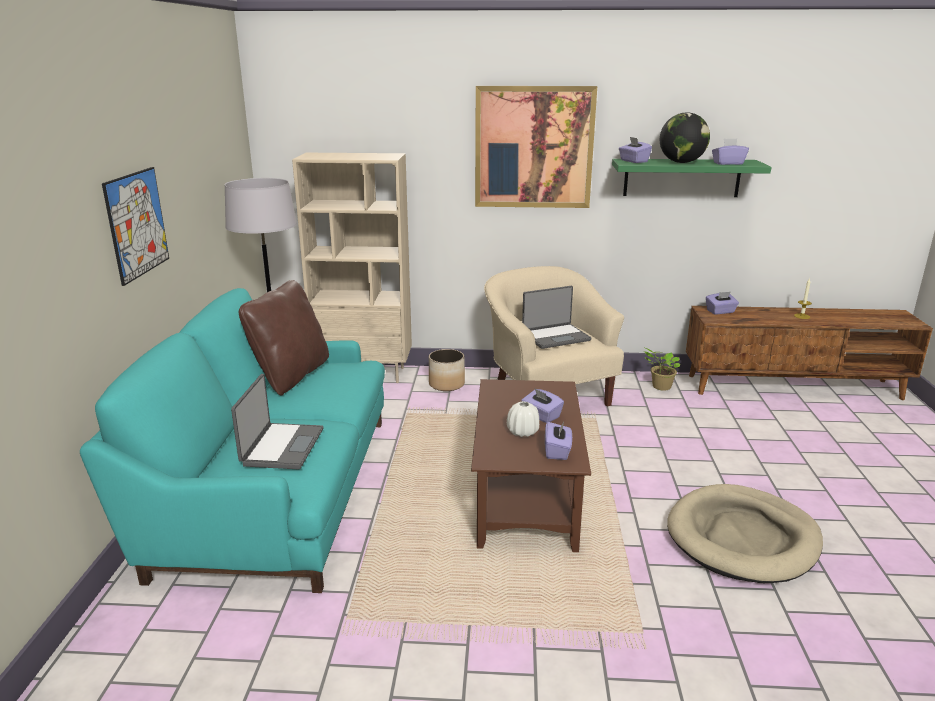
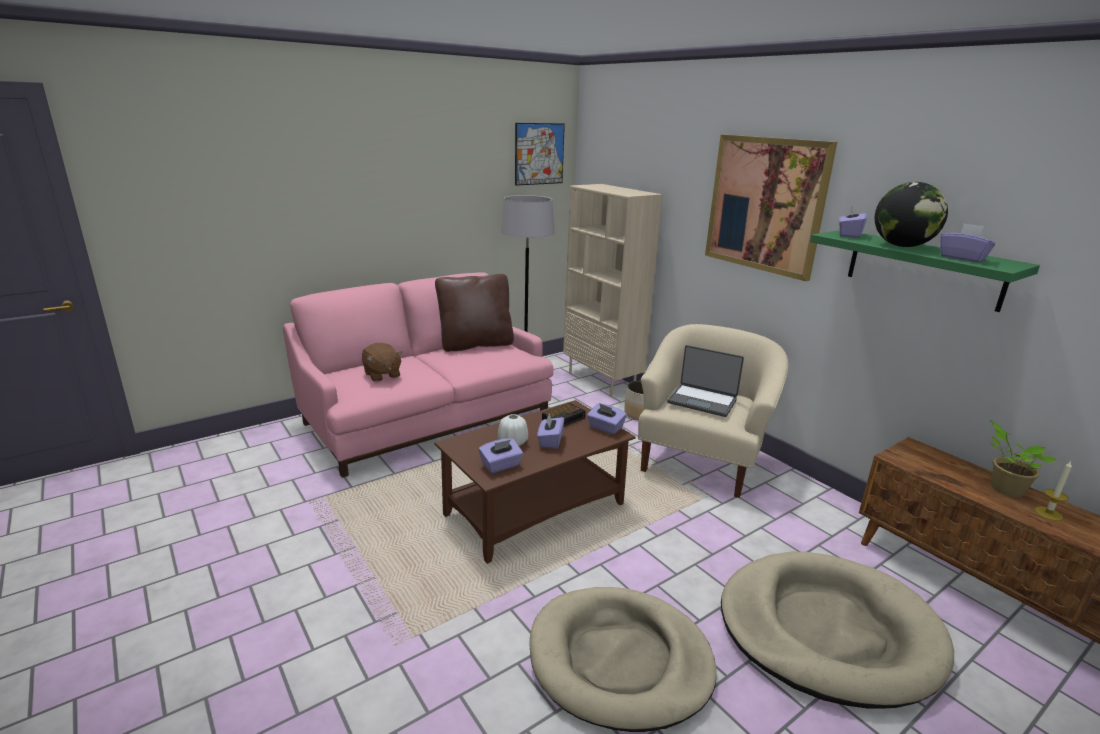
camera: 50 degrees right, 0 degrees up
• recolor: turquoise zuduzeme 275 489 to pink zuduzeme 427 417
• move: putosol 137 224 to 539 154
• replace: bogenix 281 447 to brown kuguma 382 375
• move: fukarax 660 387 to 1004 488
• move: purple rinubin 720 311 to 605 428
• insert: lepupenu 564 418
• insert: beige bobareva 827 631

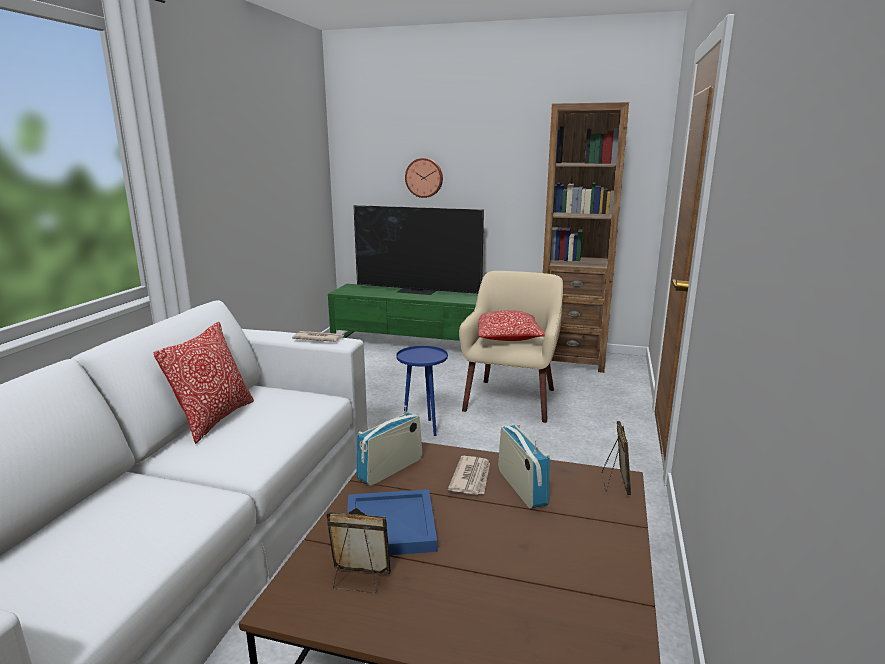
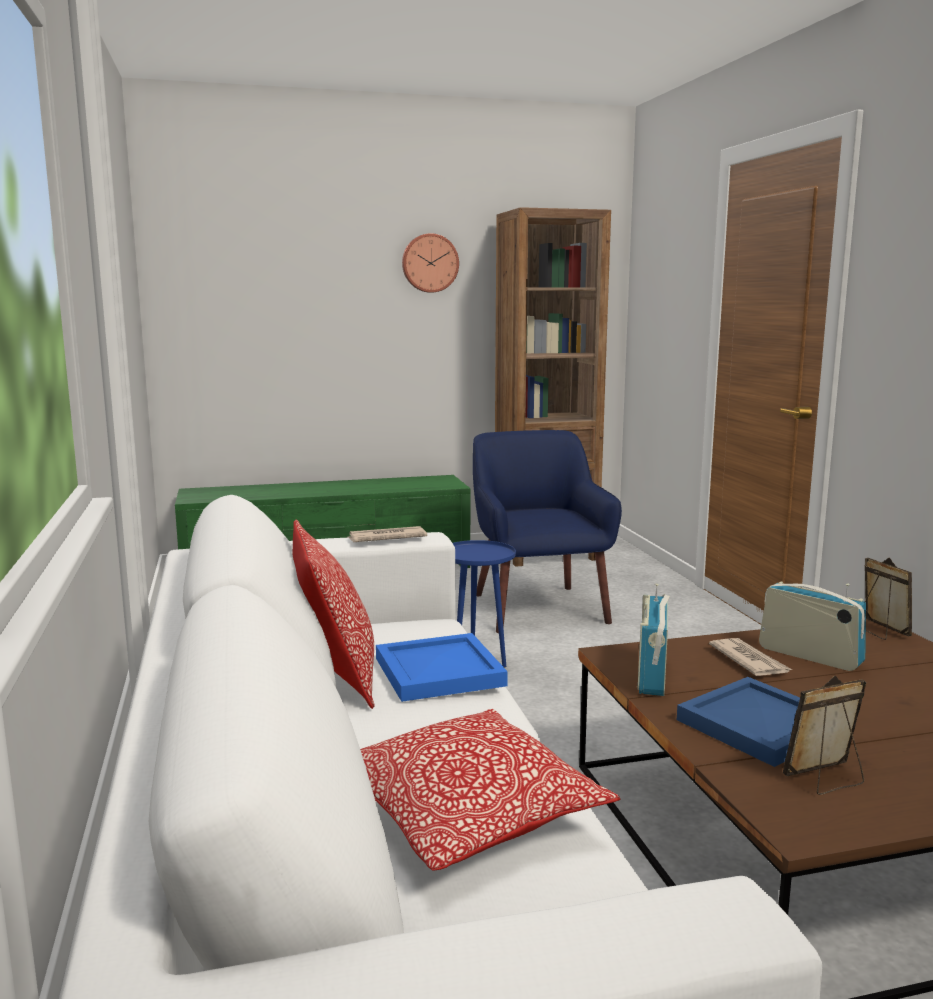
camera: 30 degrees left, 5 degrees down
• delete: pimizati 417 291
• move: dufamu 424 177 to 430 263
• recolor: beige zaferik 511 399 to blue zaferik 537 607
• move: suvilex 507 337 to 467 813
• insert: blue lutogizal 441 672

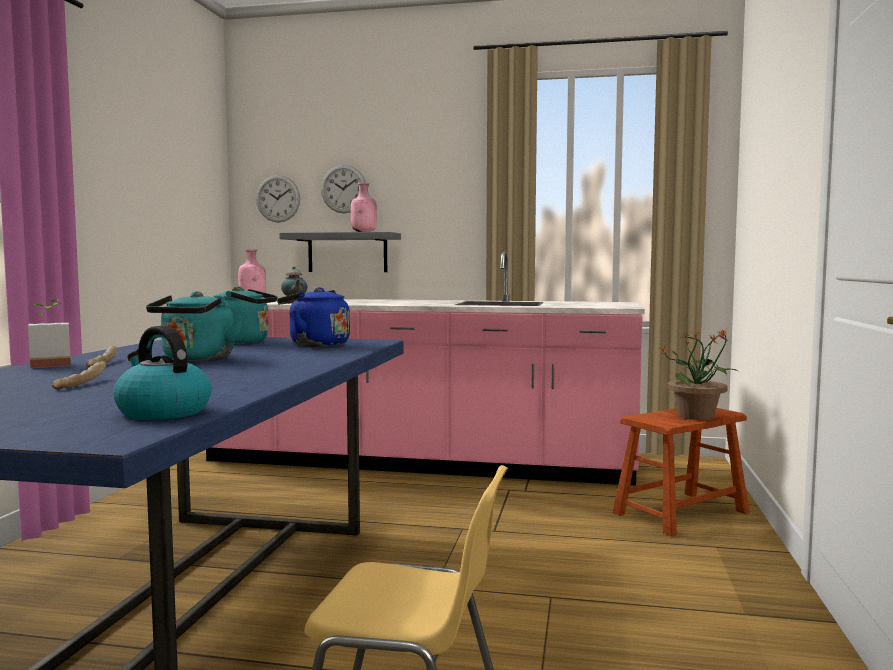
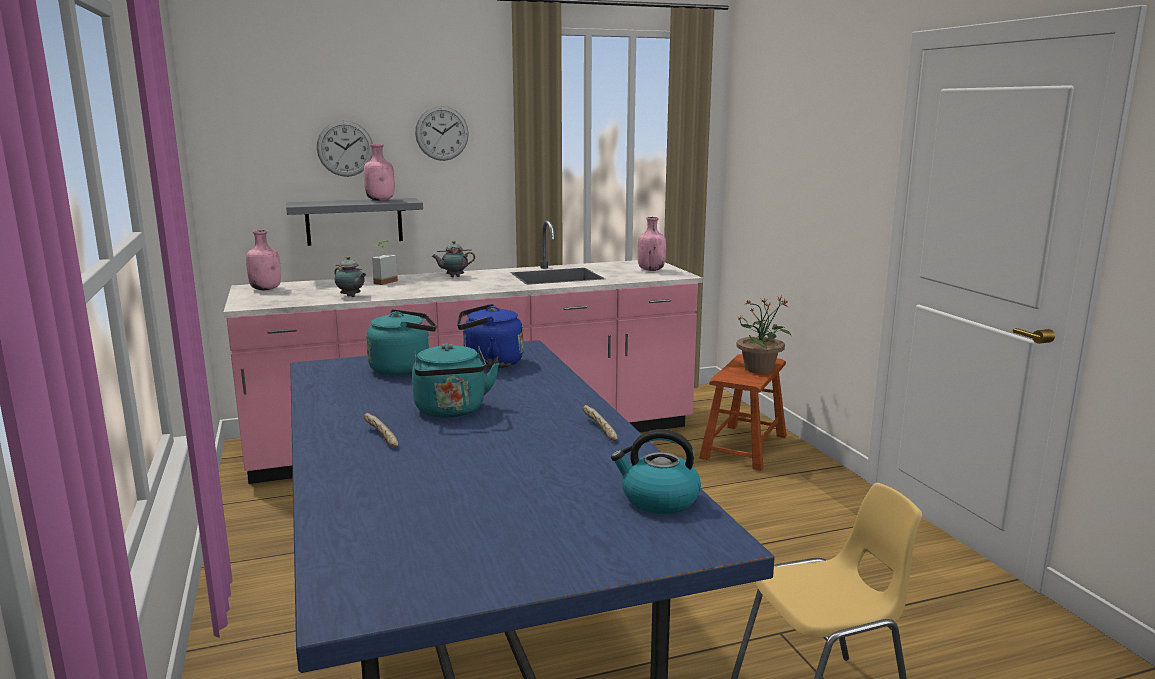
camera: 30 degrees left, 10 degrees up
• move: fukarax 51 364 to 382 282
• move: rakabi 80 383 to 599 430
• move: dufamu 278 198 to 442 133
• insert: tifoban 453 277
• insert: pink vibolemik 650 270

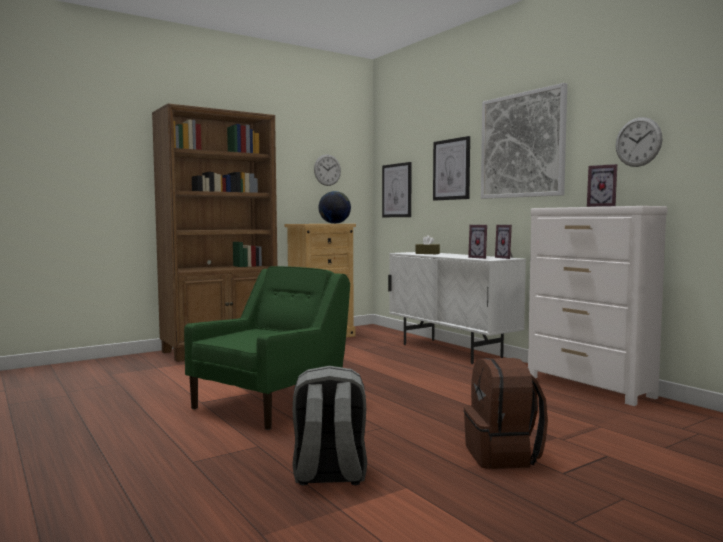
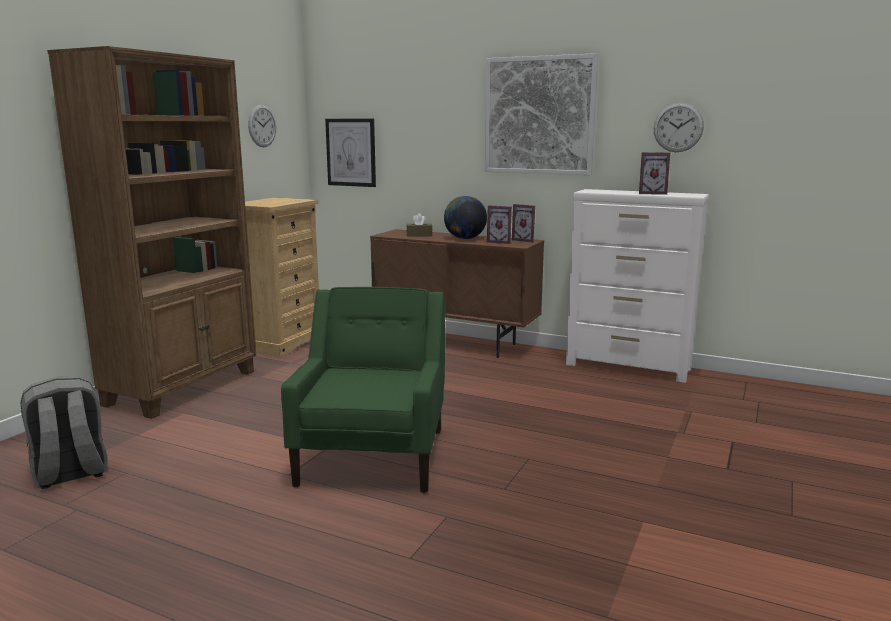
camera: 30 degrees left, 10 degrees up
• move: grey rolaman 329 475 to 70 474
• move: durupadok 334 223 to 465 238
• recolor: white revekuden 451 351 to brown revekuden 455 343
• delete: putosol 451 169
• delete: brown rolaman 503 455

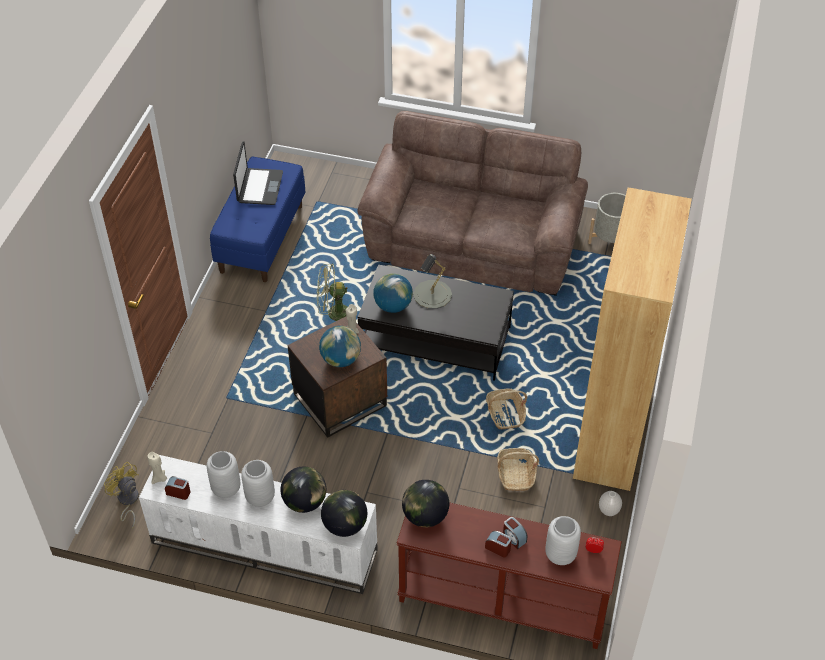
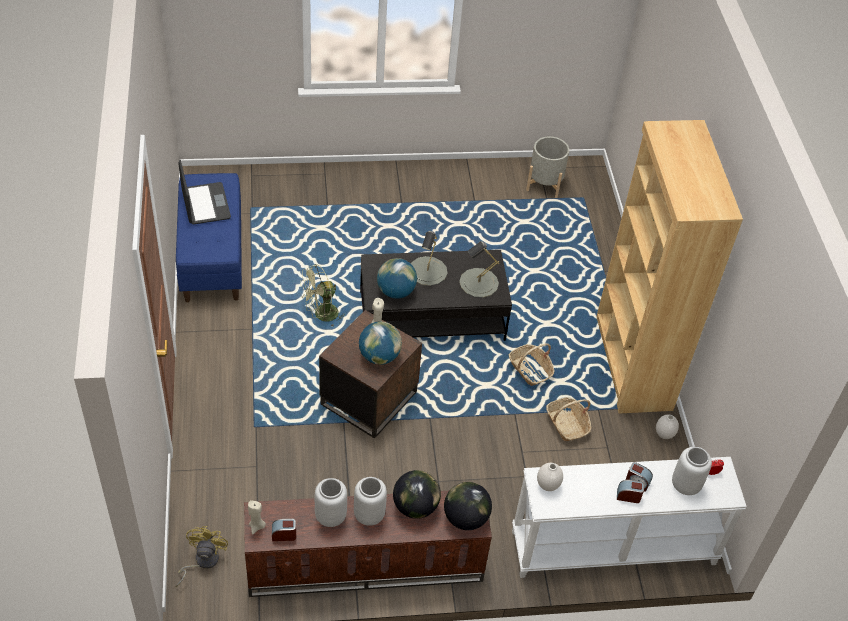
camera: 25 degrees left, 0 degrees up
• rotate: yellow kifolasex 127 501 = 202 561 75 degrees clockwise
• recolor: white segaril 262 547 to brown segaril 364 566
• delete: brown zuduzeme 473 242
• recolor: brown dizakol 501 602 to white dizakol 613 549
• replace: durupadok 425 516 to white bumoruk 547 485
• insert: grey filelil 478 283

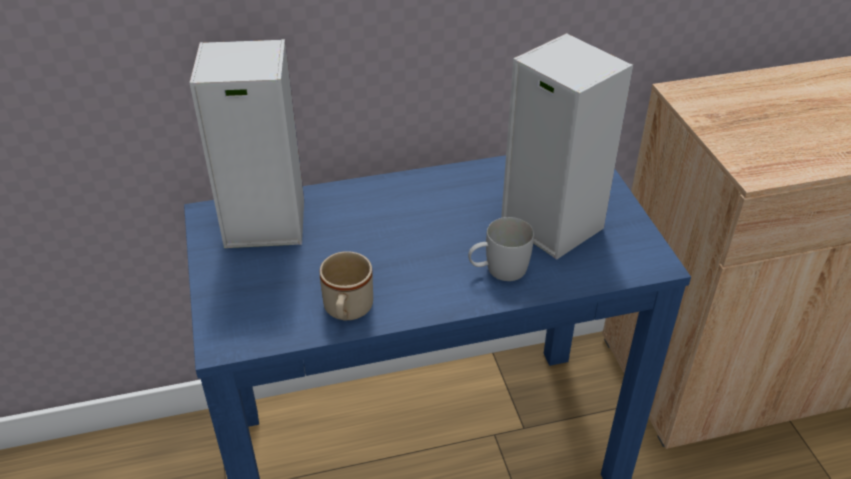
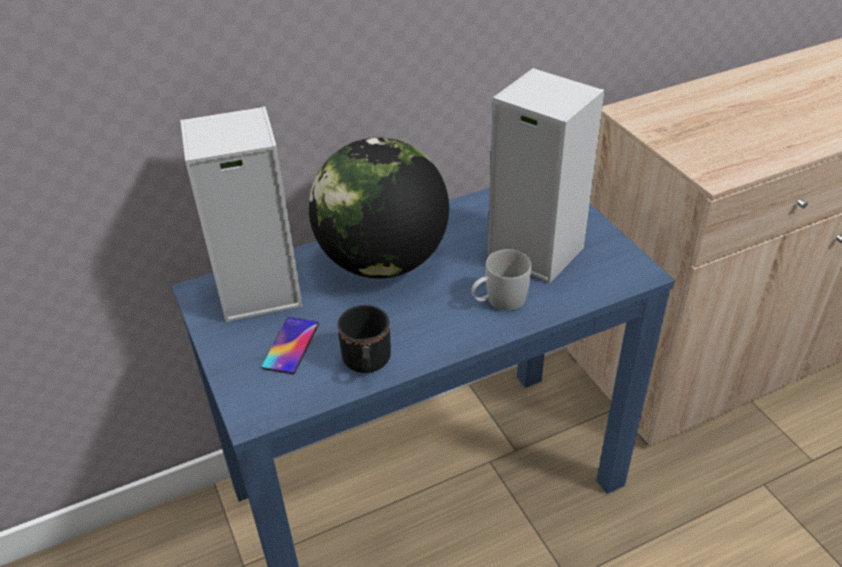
camera: 10 degrees left, 0 degrees up
• recolor: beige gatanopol 347 311 to black gatanopol 367 364
• insert: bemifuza 291 345
• insert: durupadok 383 262

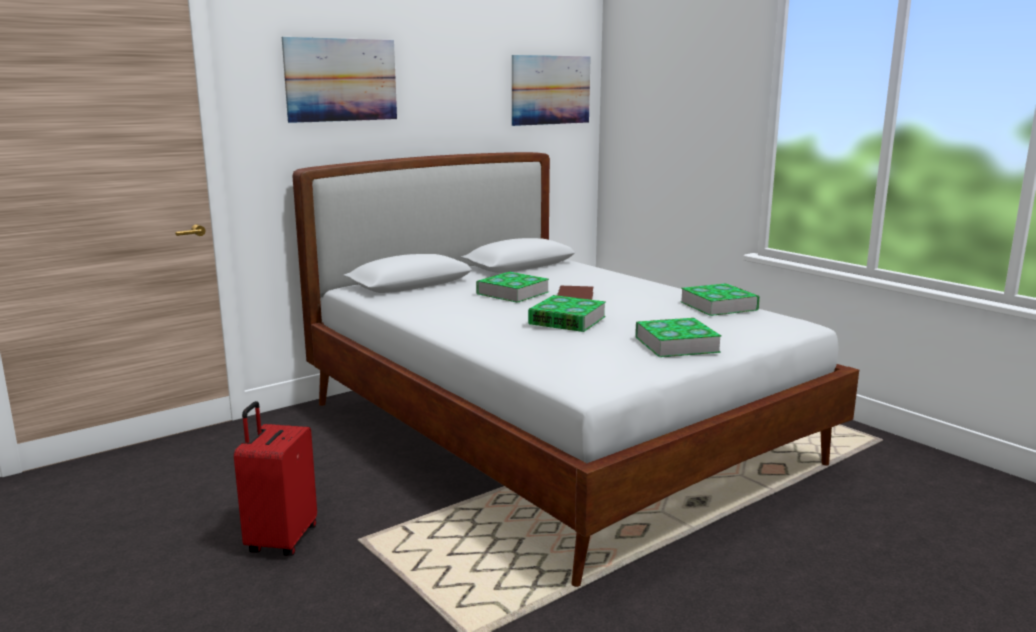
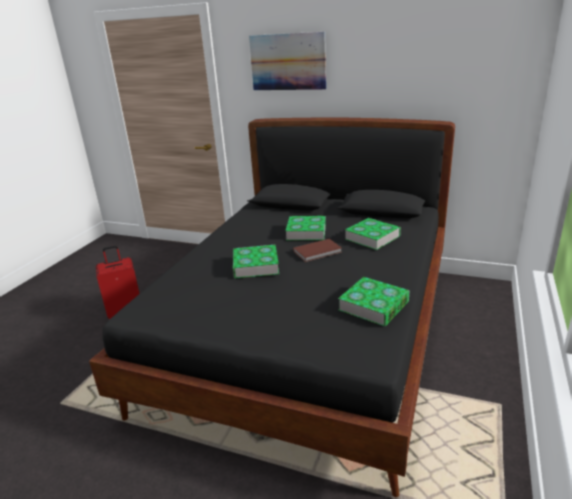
camera: 60 degrees right, 10 degrees up
• recolor: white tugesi 554 433 to black tugesi 309 337
• delete: putosol 551 90
• move: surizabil 676 344 to 372 237

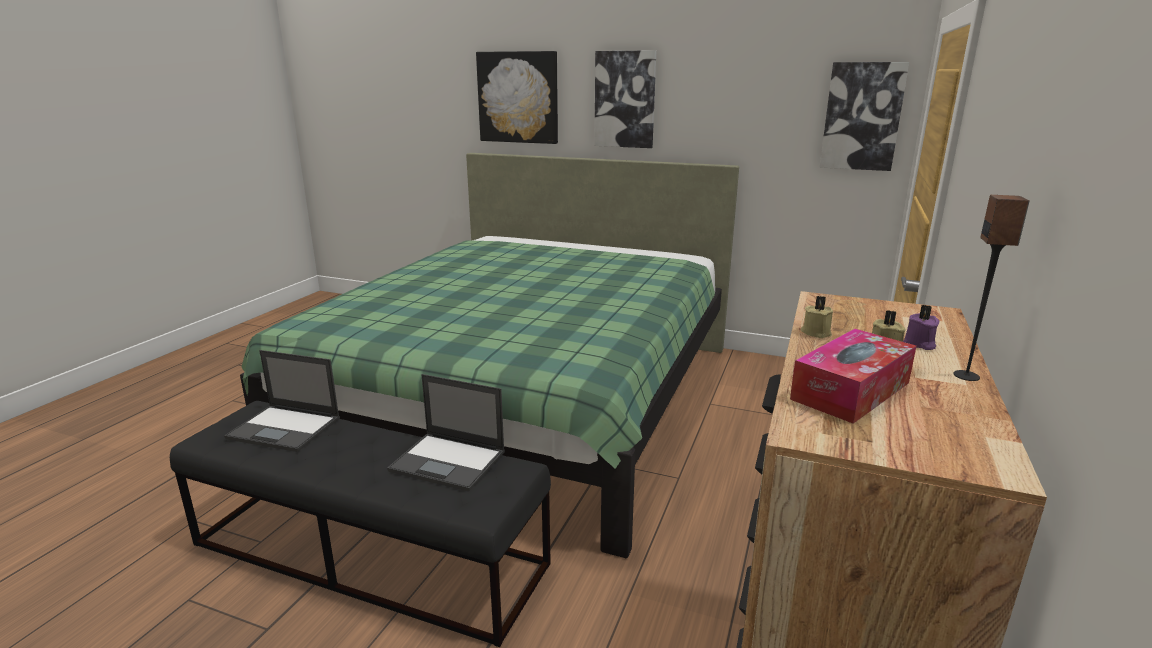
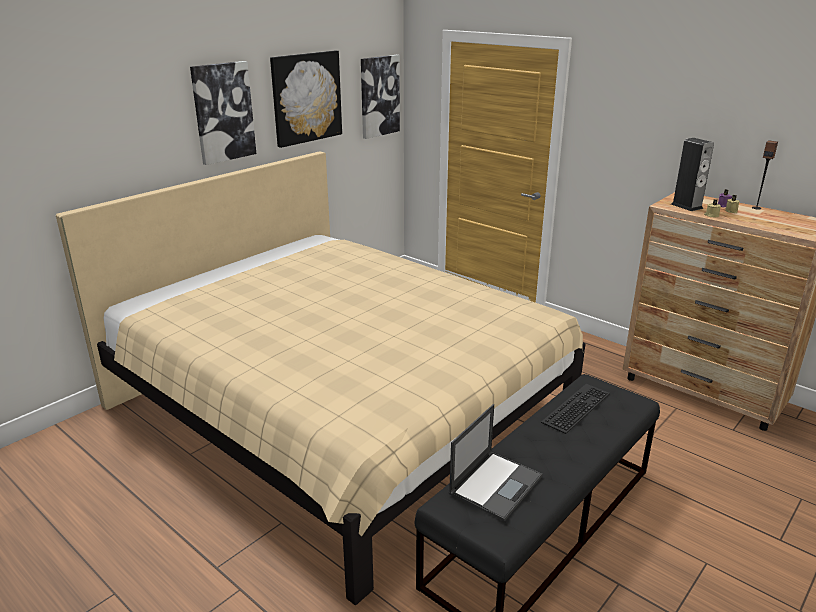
camera: 70 degrees left, 5 degrees up
• recolor: green tugesi 526 397 to beige tugesi 338 410
• replace: bogenix 449 461 to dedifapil 575 406
• move: putosol 518 97 to 306 97
• delete: rinubin 850 391
• insert: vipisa 686 206

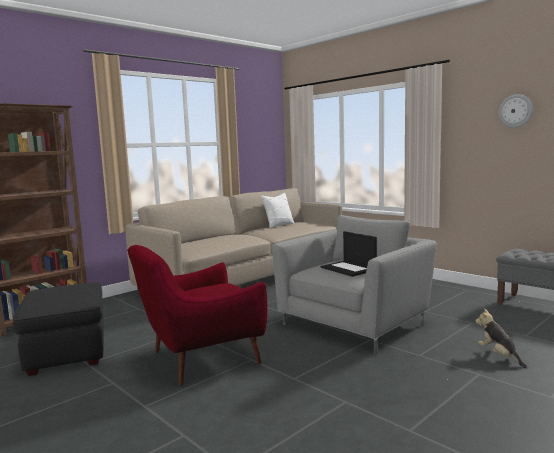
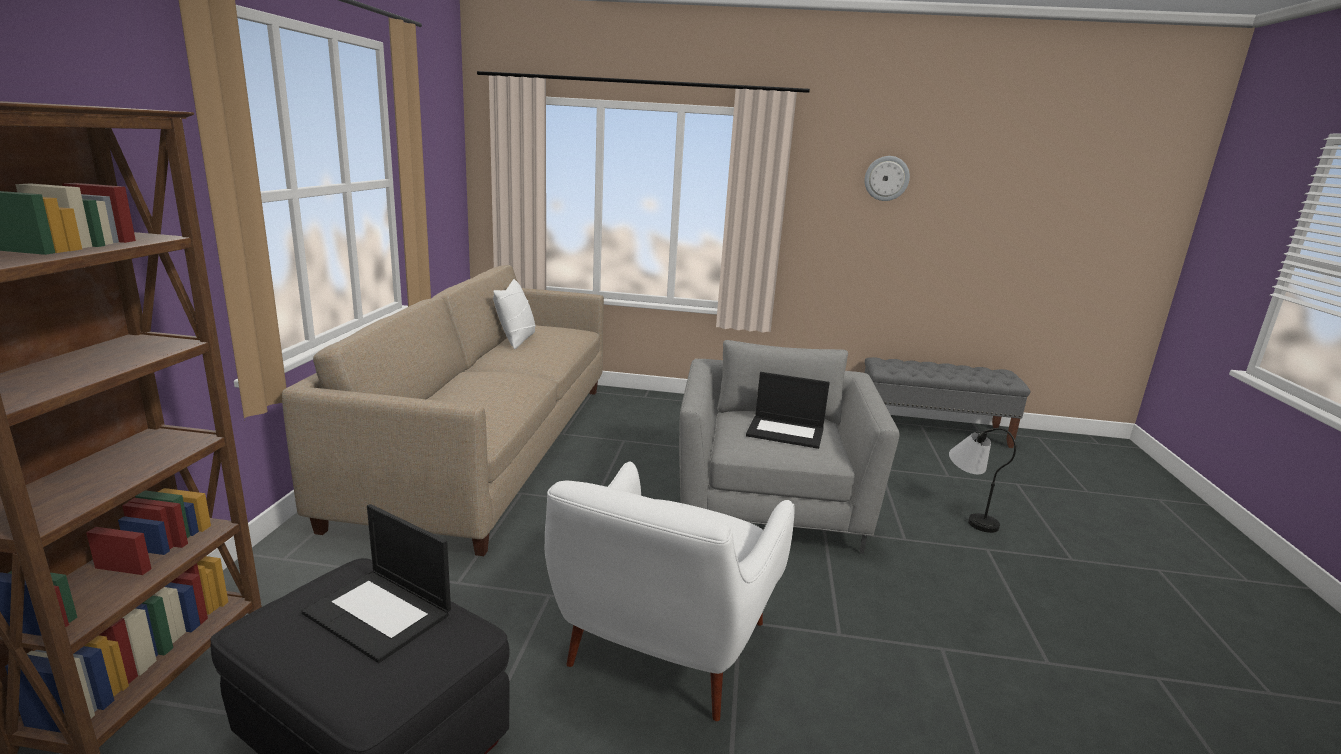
camera: 40 degrees left, 10 degrees up
• recolor: red zaferik 199 359 to white zaferik 664 651
• replace: kuguma 499 356 to filelil 967 515
• insert: bogenix 380 613

